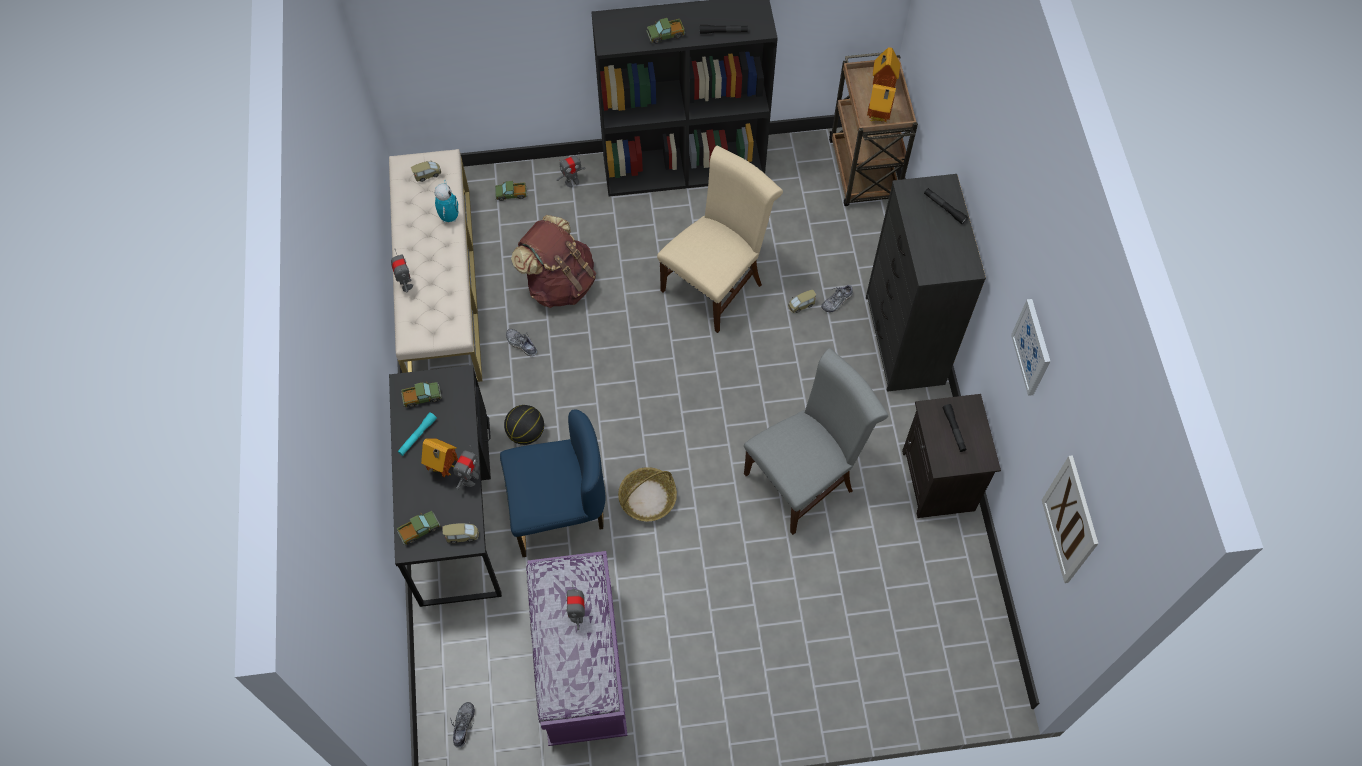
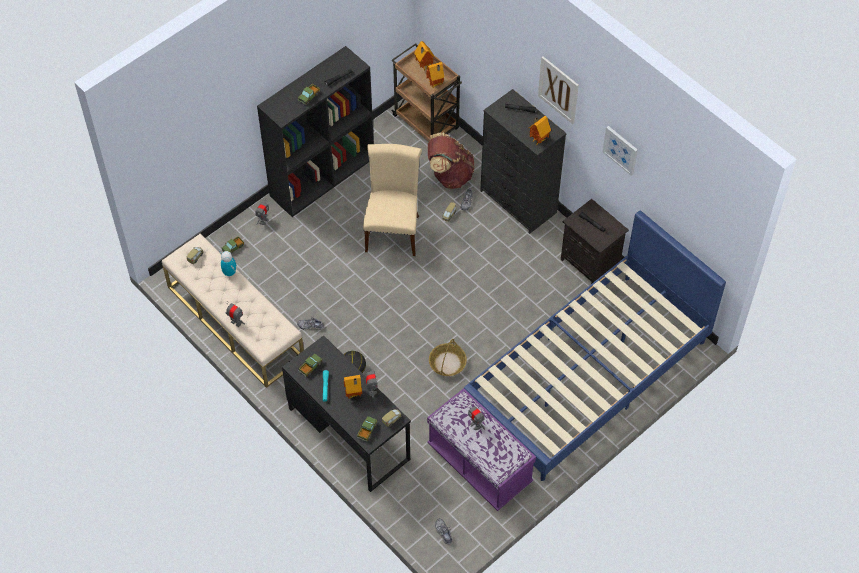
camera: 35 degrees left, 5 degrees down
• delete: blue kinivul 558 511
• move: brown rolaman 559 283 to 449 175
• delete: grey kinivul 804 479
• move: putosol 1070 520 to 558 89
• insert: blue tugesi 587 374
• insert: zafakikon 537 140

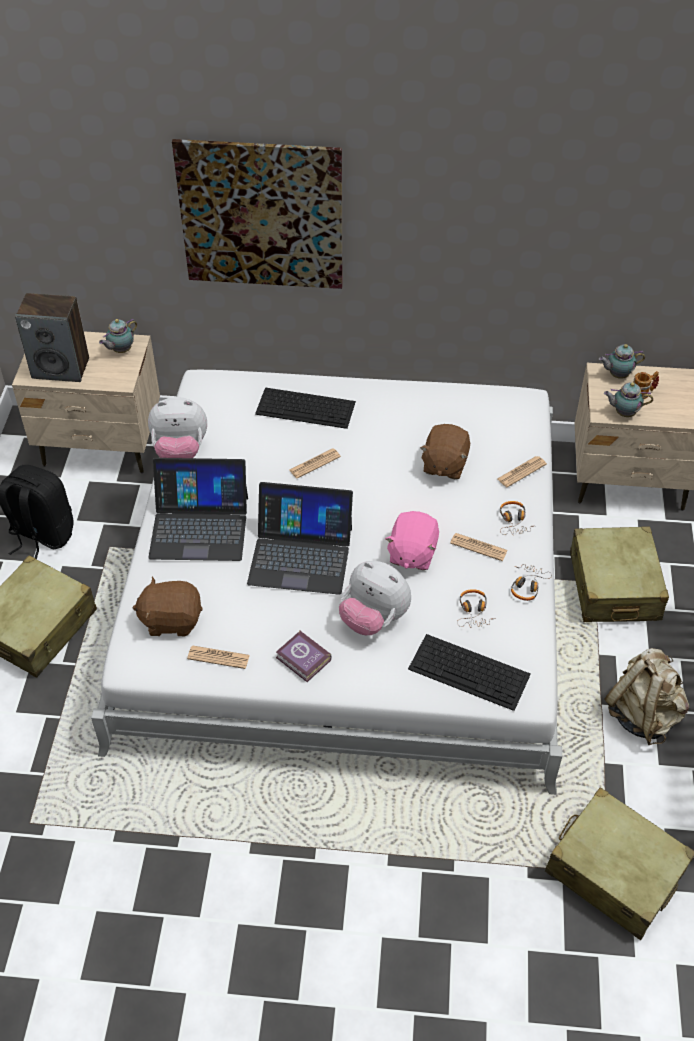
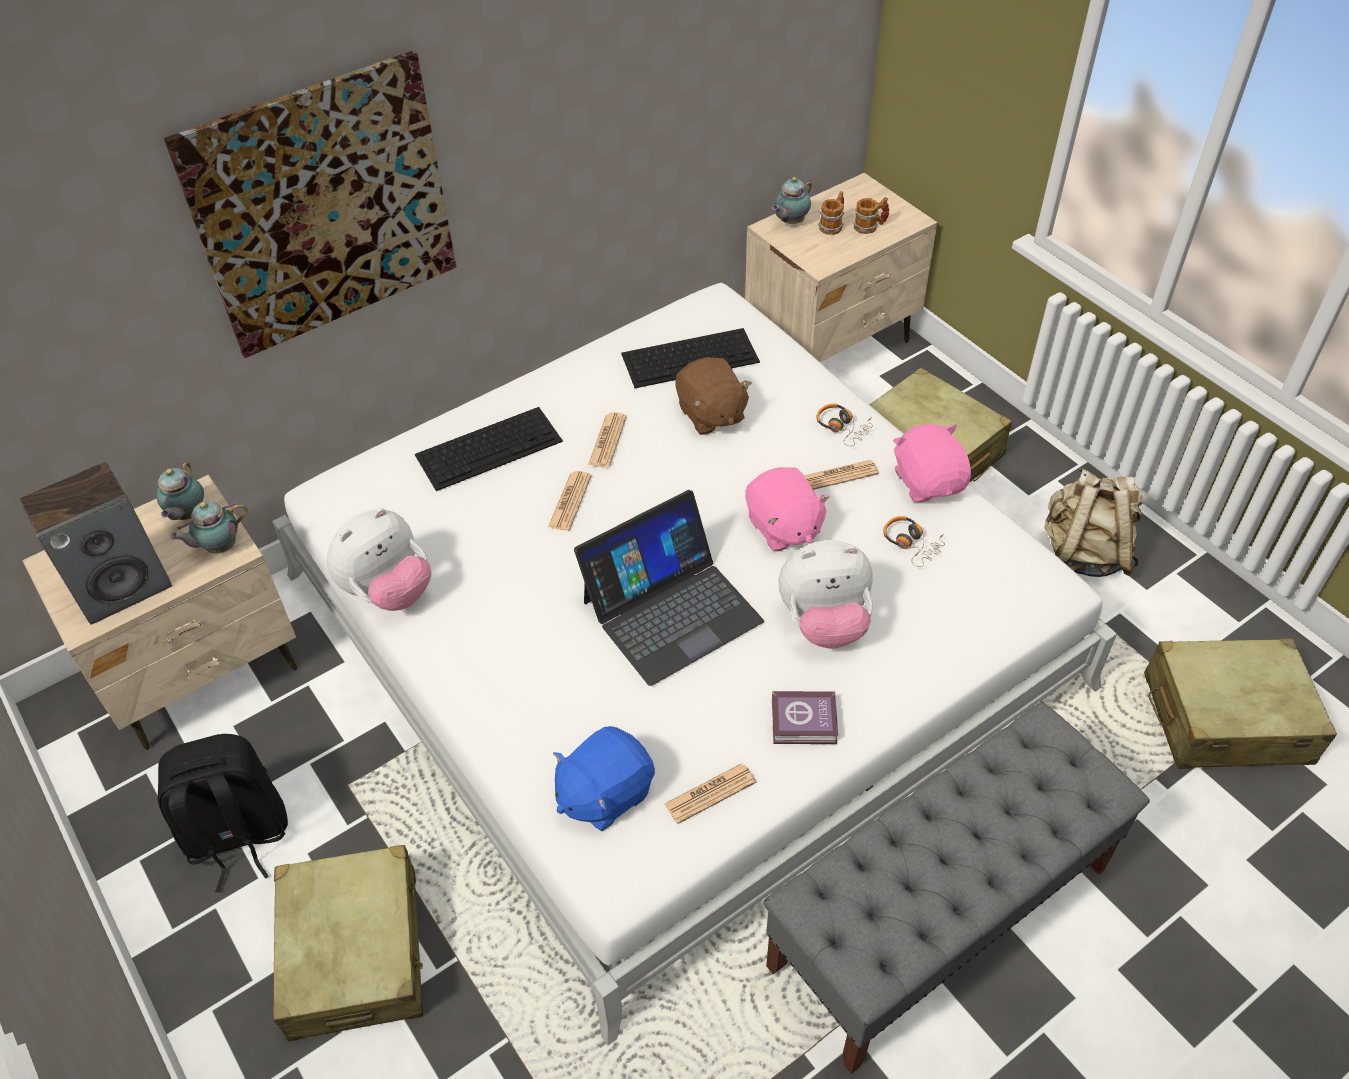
camera: 40 degrees left, 0 degrees up
• recolor: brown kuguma 171 620 to blue kuguma 604 793
• delete: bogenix 199 526
• move: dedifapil 470 671 to 691 357
• move: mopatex 521 472 to 607 441
• replace: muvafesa 527 585 to pink kuguma 928 482
• move: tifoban 623 413 to 219 547
• insert: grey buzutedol 940 916
• insert: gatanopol 870 226

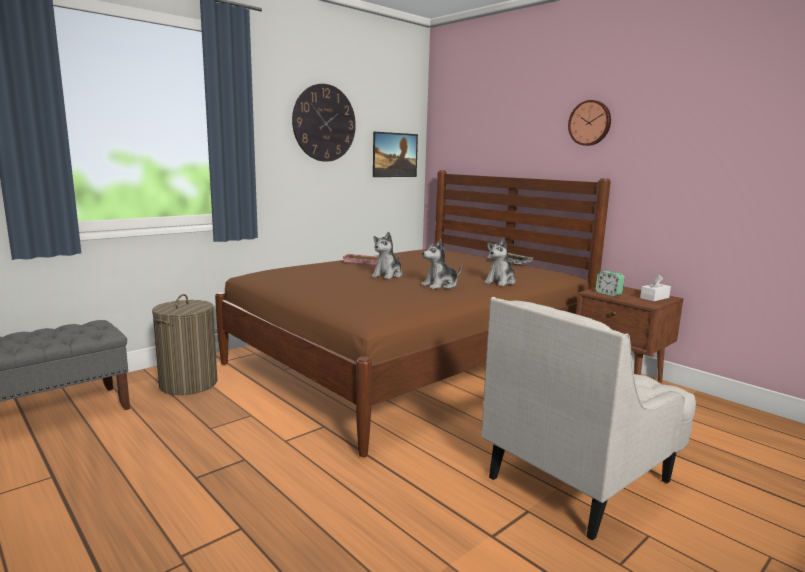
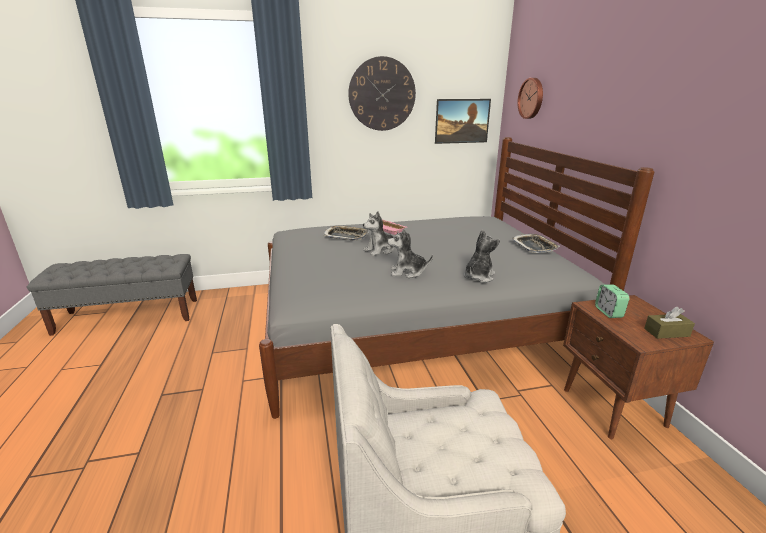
camera: 30 degrees right, 10 degrees up
• delete: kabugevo 188 384
• recolor: brown tugesi 411 362 to grey tugesi 413 326
• rotate: kuguma 500 282 = 478 276 150 degrees clockwise
• move: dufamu 590 123 to 531 98
• recolor: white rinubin 654 298 to brown rinubin 666 332
• insert: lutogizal 346 236

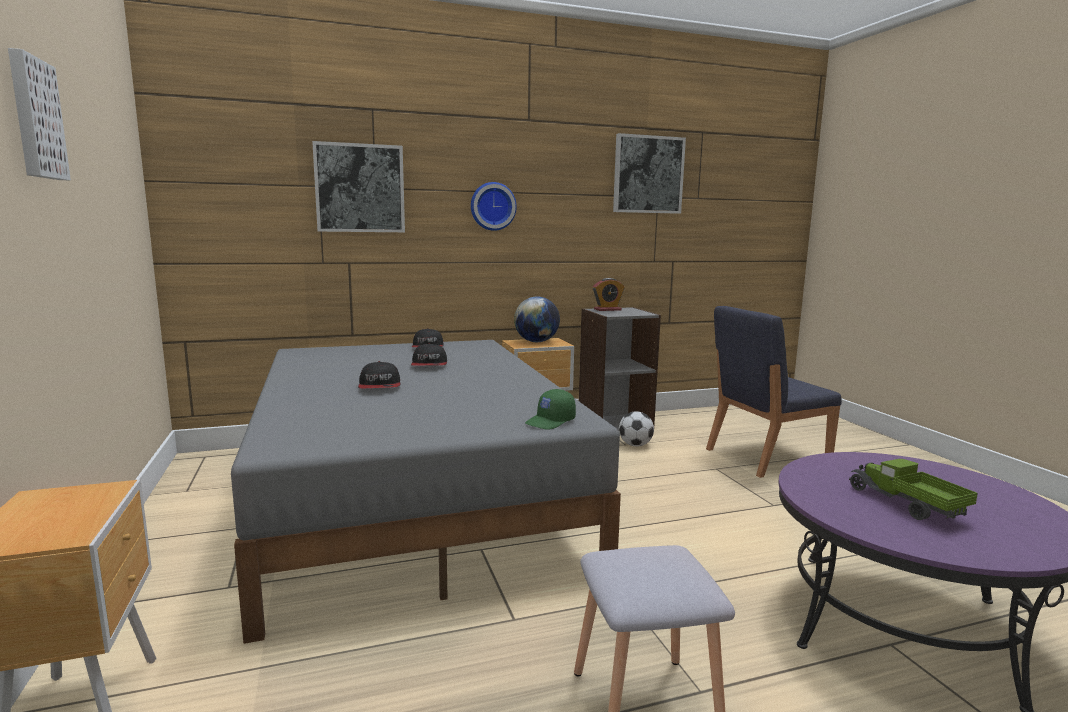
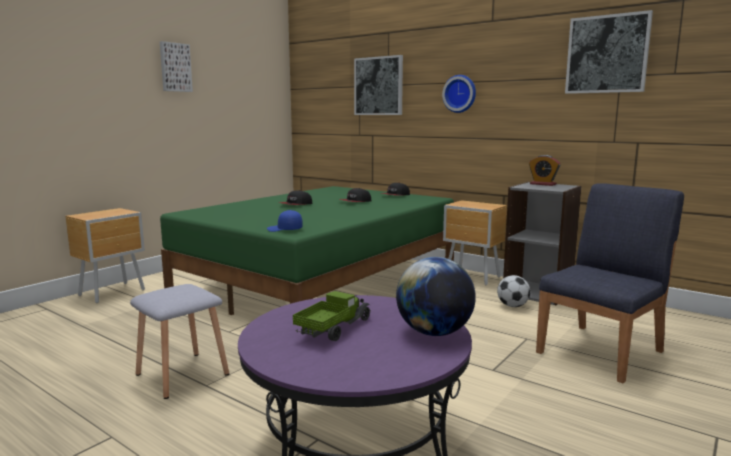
camera: 55 degrees right, 0 degrees up
• recolor: grey tugesi 414 497 to green tugesi 321 281
• move: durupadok 536 342 to 434 332
• recolor: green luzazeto 551 422 to blue luzazeto 284 230
• rotate: blue kinivul 765 456 = 601 351 105 degrees clockwise

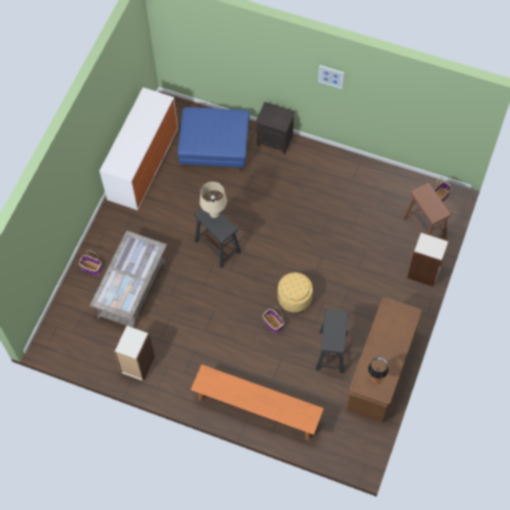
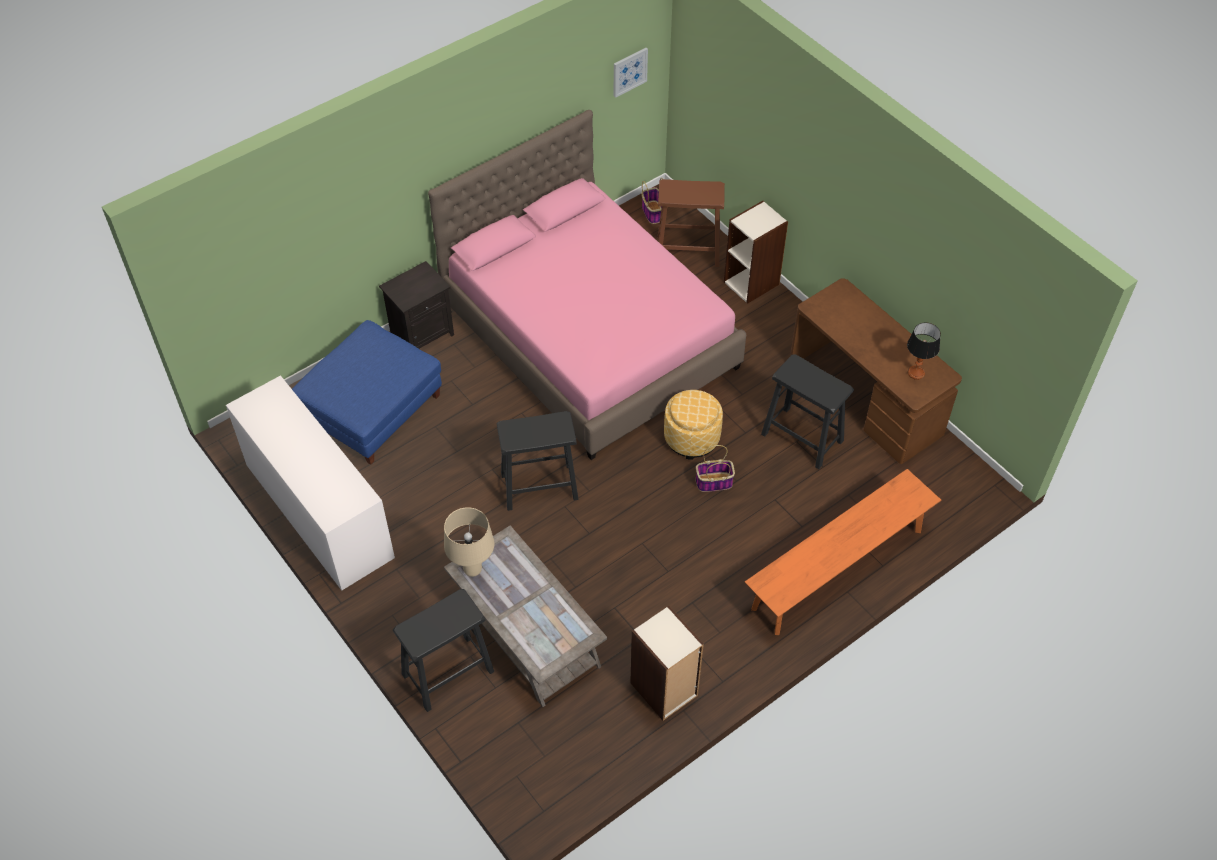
camera: 60 degrees left, 10 degrees down
• replace: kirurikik 91 268 to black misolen 447 673
• move: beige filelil 214 214 to 472 570
• move: putosol 331 76 to 629 71
• insert: pink tugesi 590 335

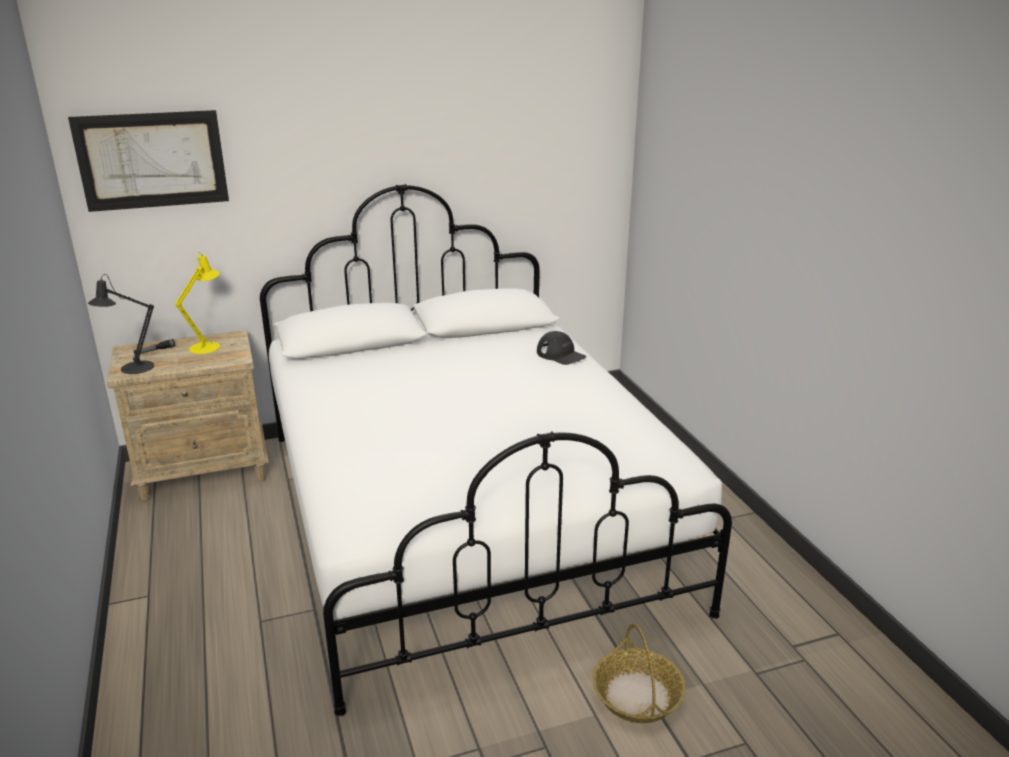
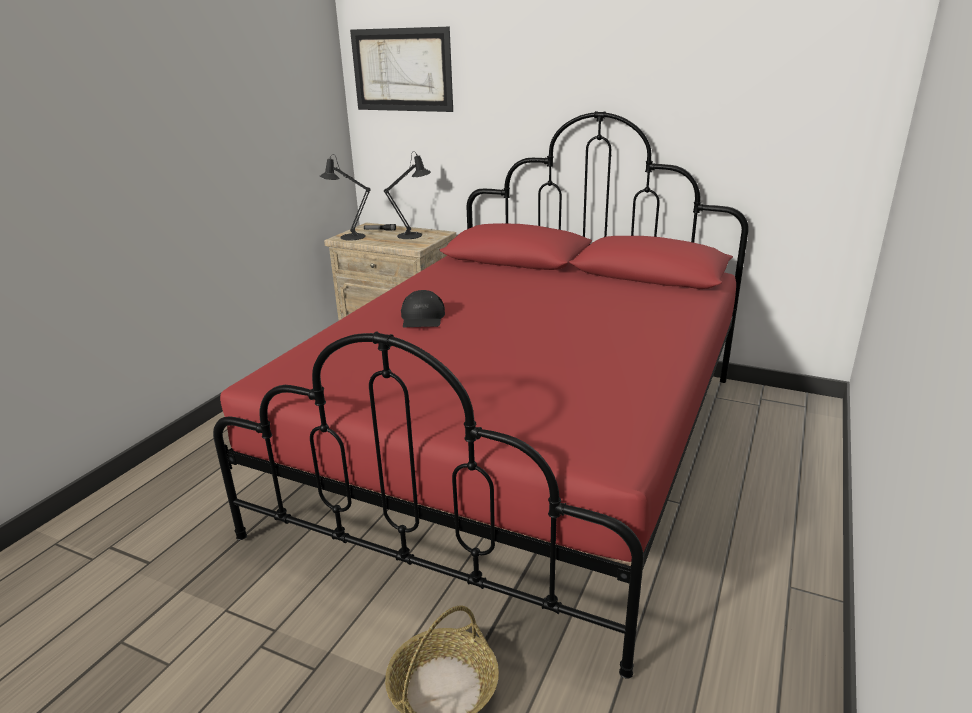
camera: 45 degrees right, 0 degrees up
• recolor: yellow filelil 208 346 to black filelil 413 235
• recolor: white tugesi 464 515 to red tugesi 524 447
• move: black luzazeto 561 355 to 422 318

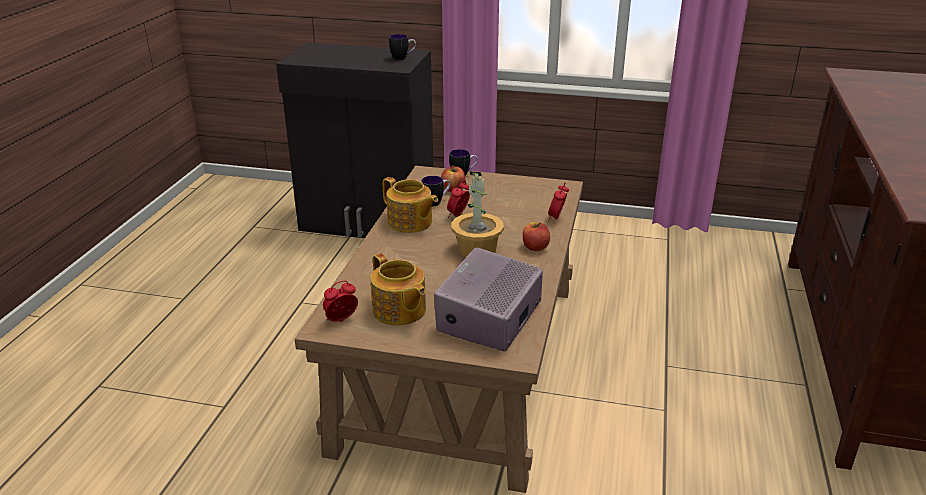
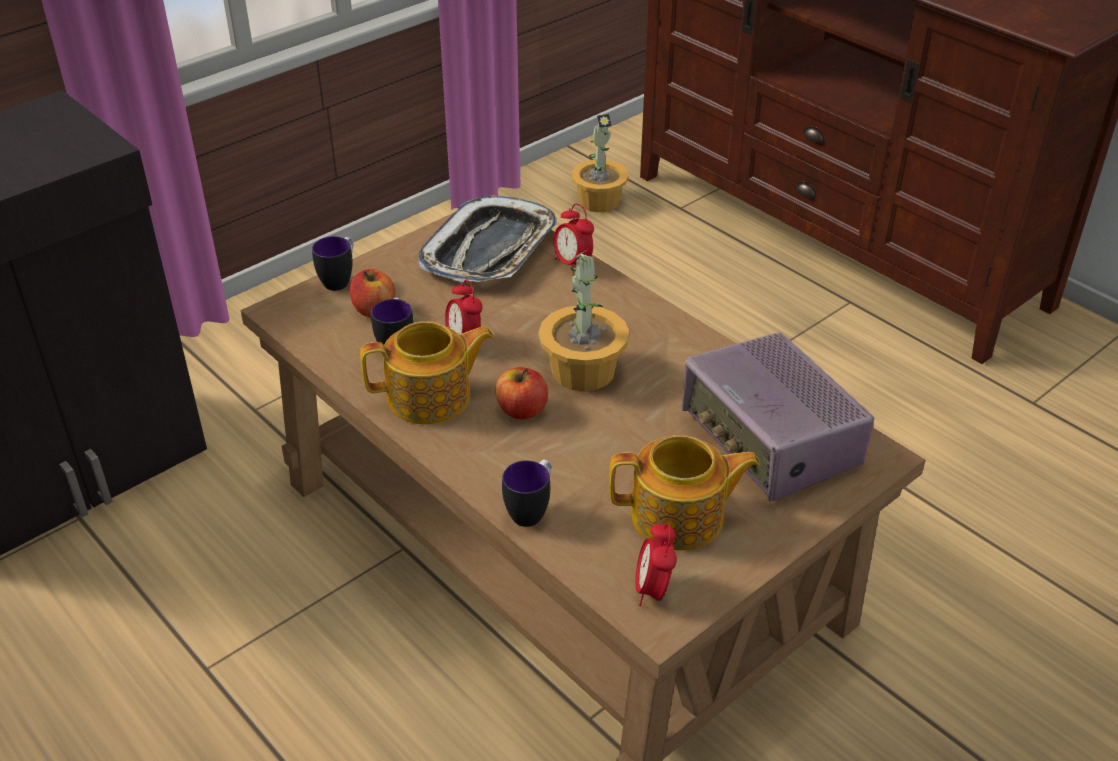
camera: 55 degrees left, 10 degrees up
• move: gatanopol 403 58 to 531 510
• move: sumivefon 535 247 to 522 410
• insert: lutogizal 490 250
• insert: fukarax 598 201

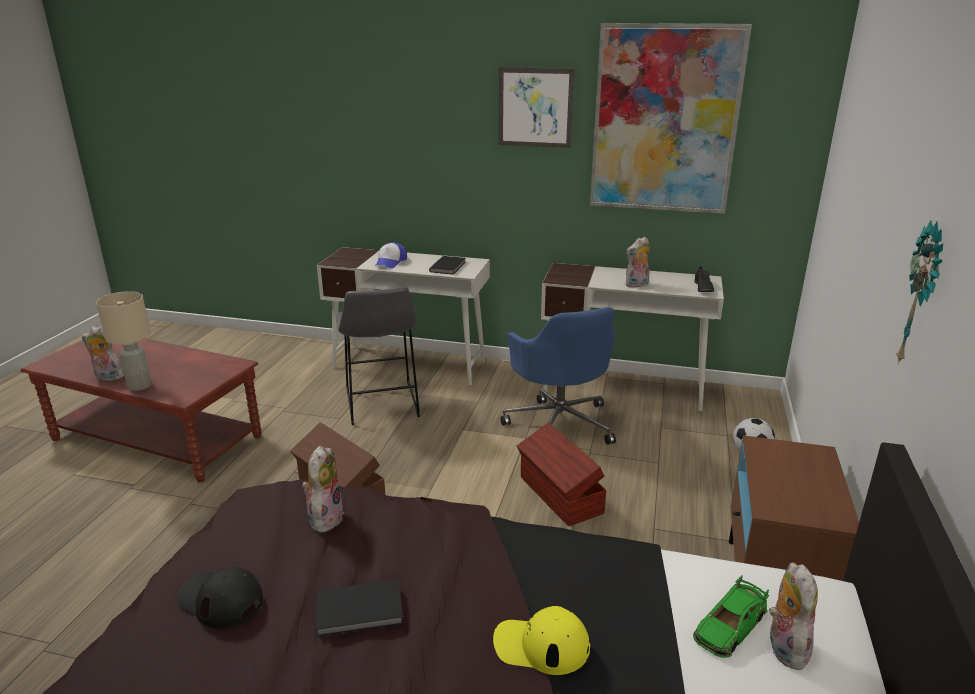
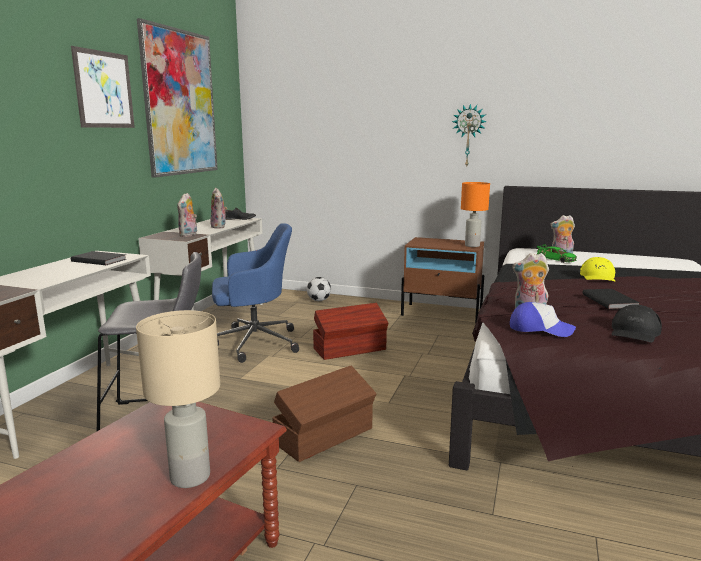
camera: 85 degrees left, 10 degrees down
• move: kuguma 107 377 to 189 235
• move: luzazeto 390 262 to 540 329
• insert: orange filelil 472 245

